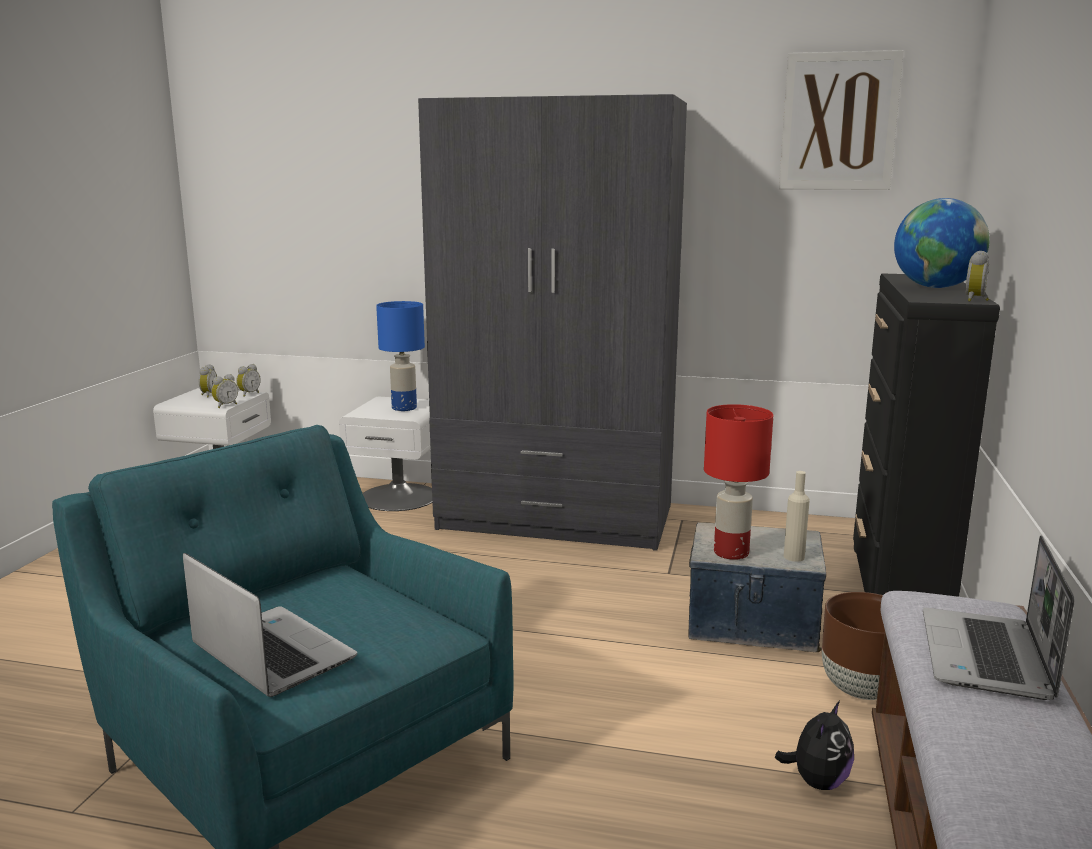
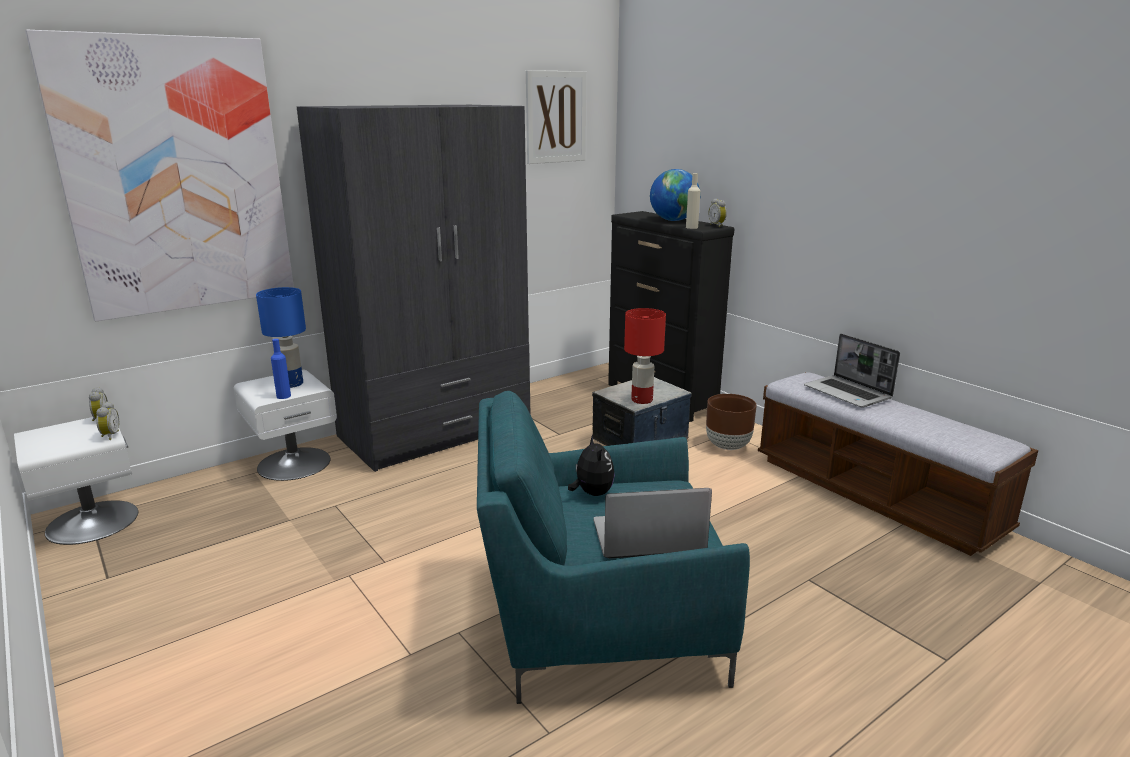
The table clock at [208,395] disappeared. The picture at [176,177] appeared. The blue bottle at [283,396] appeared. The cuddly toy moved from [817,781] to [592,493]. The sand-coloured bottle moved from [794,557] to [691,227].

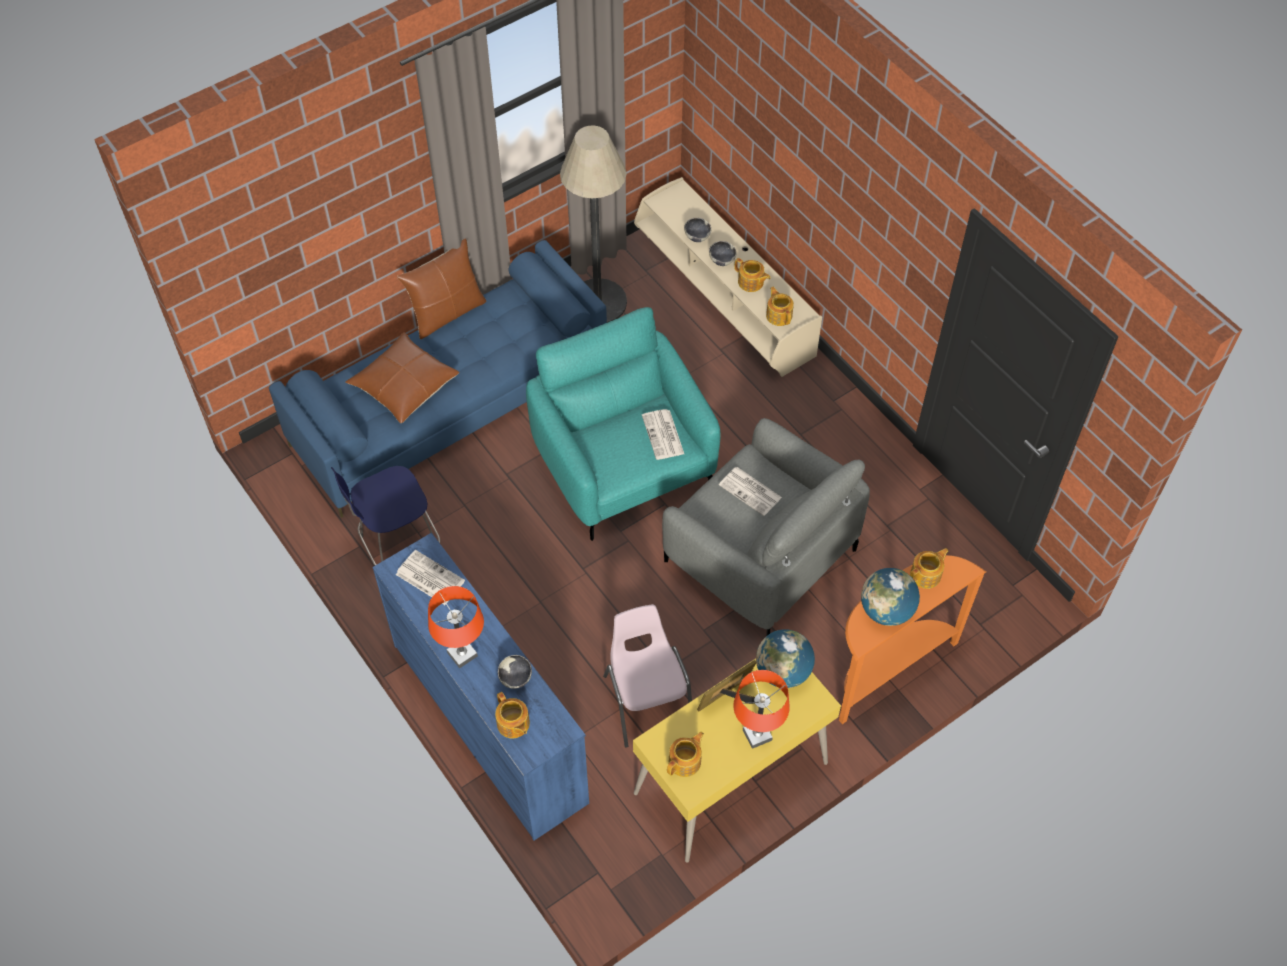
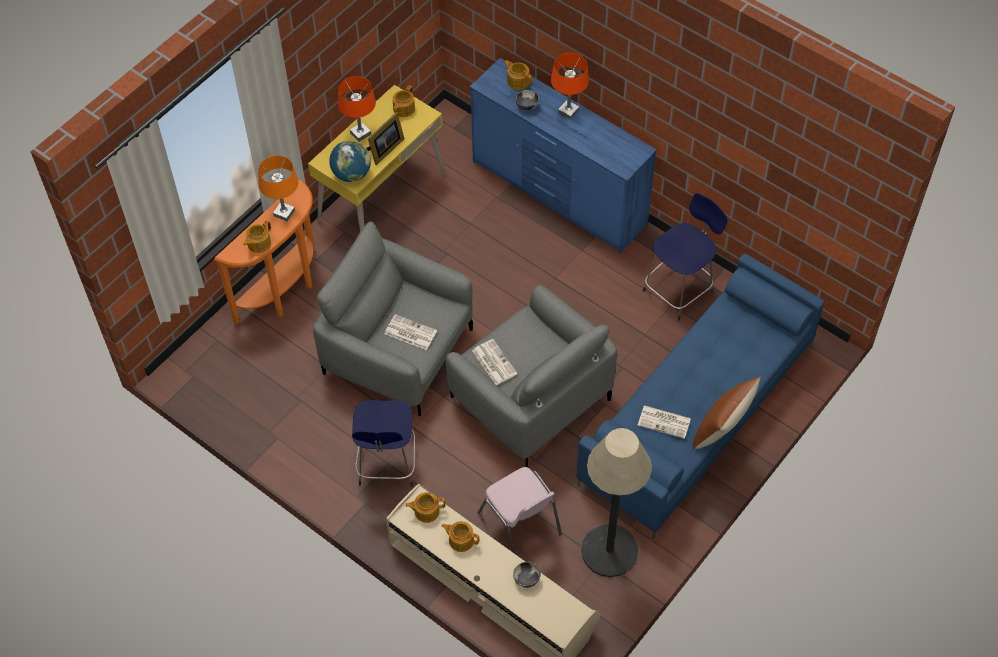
The brownish throw pillow at [404,385] disappeared. The bowl at [722,260] disappeared. The blue stool at [387,464] appeared. The newspaper moved from [429,578] to [665,422]. The pinkish upright chair moved from [647,700] to [520,524]. The world globe at [886,610] was replaced by the orangey lamp for a table at [284,213]. The turquoise easy chair at [624,466] became the greyish easy chair at [529,398]. The teapot at [779,315] turned 120 degrees clockwise.

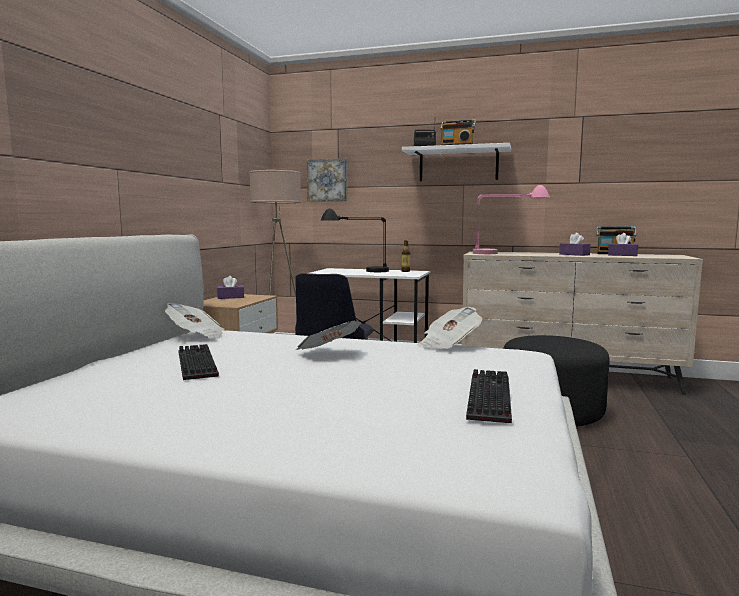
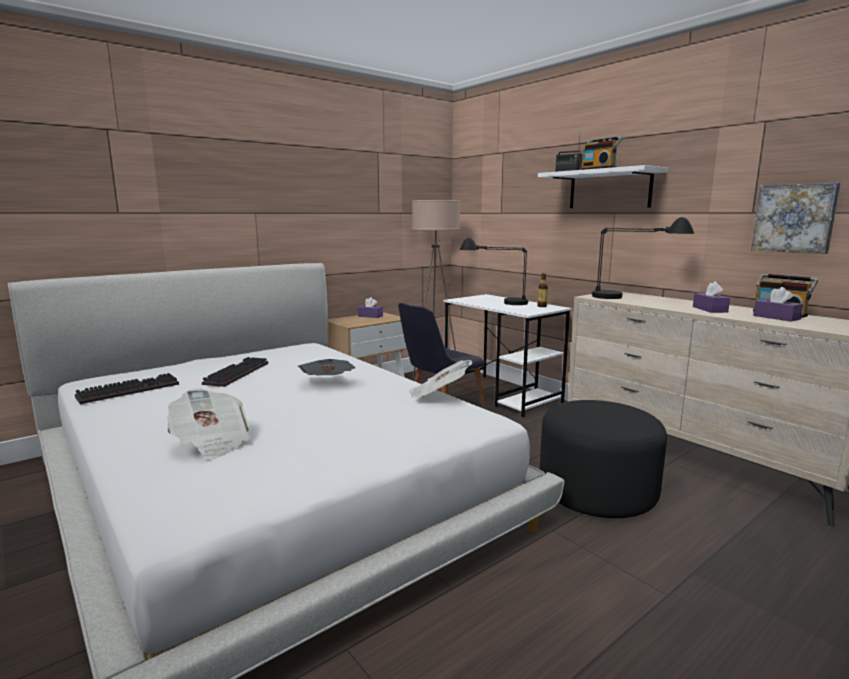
The newspaper moved from [196,336] to [211,442]. The picture moved from [327,180] to [794,218]. The computer keyboard moved from [486,397] to [130,390]. The pinkish lamp for a table at [507,253] became the black-coloured lamp for a table at [633,299].

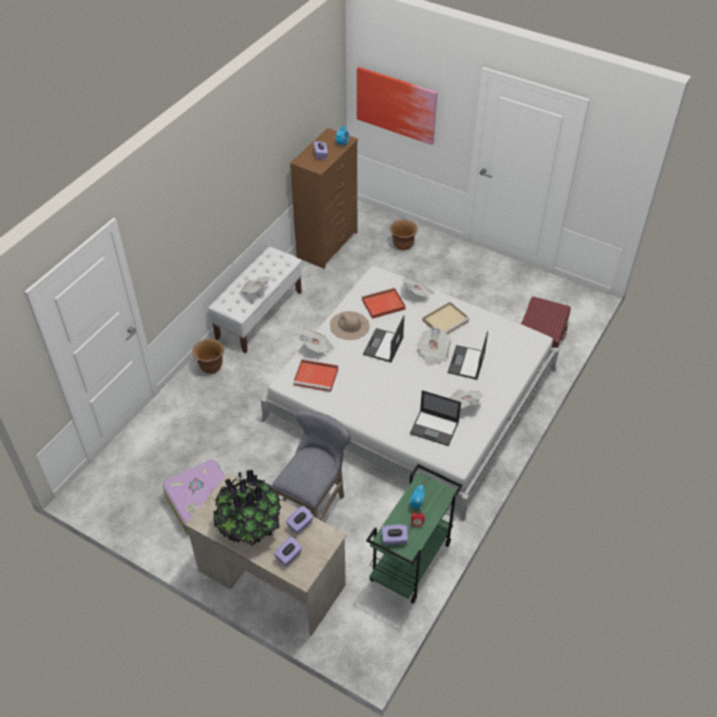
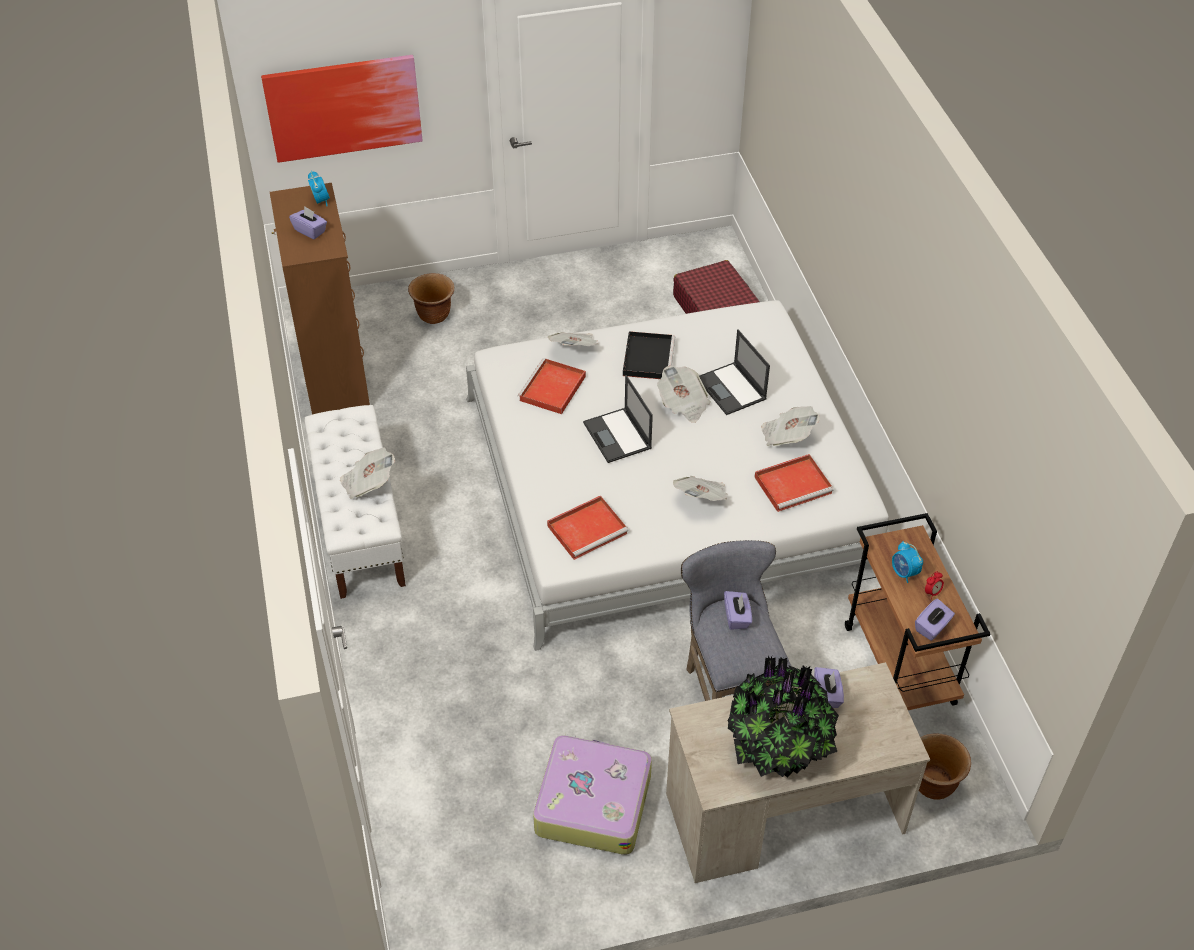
The sand-coloured clothing hat at [349,325] disappeared. The brownish flower pot moved from [211,367] to [932,784]. The purple-coloured box of tissues moved from [289,556] to [737,617]. The newspaper moved from [317,348] to [702,498]. The portable computer at [435,428] was replaced by the red-coloured carrying tray at [794,484]. The green-coloured wheeled cart at [411,563] became the brownish wheeled cart at [900,665]. The sand-coloured carrying tray at [446,320] became the black-coloured carrying tray at [648,357].

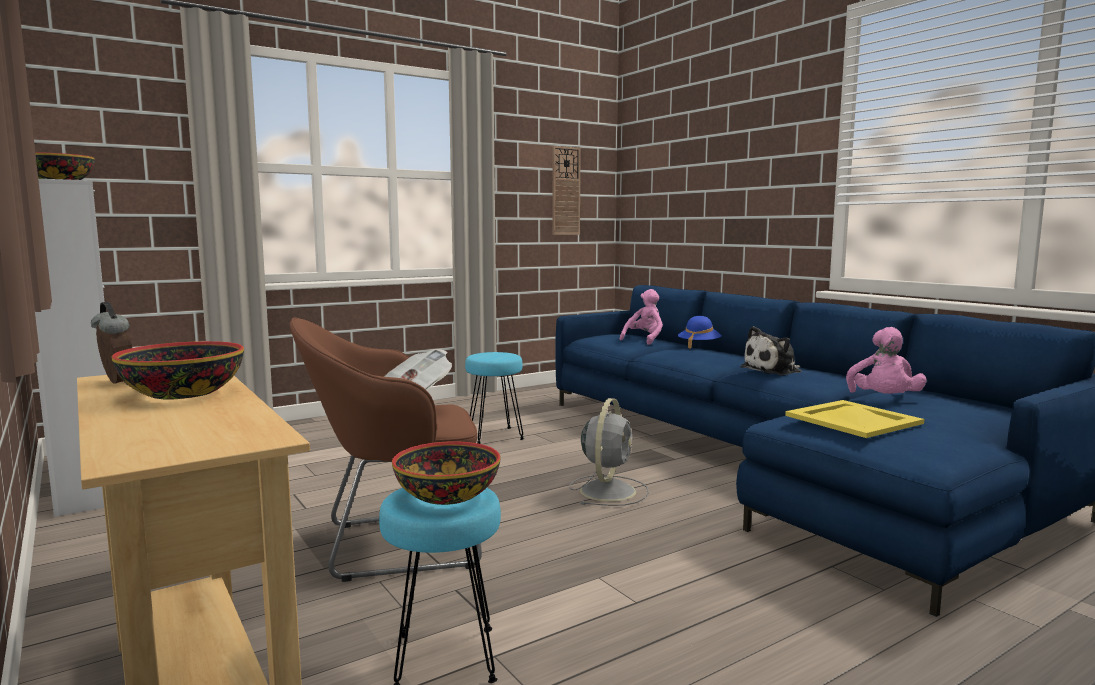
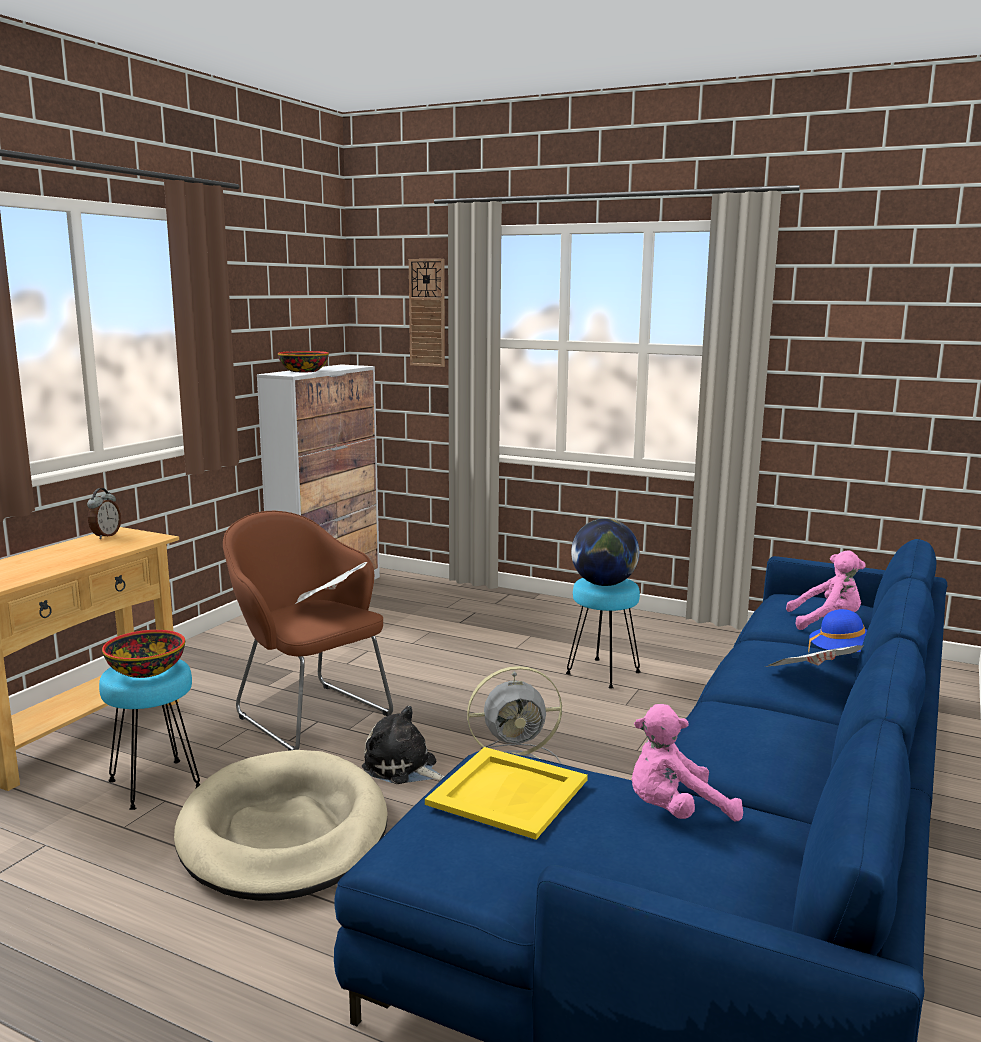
The bowl at [185,393] disappeared. The sand-coloured pet bed at [283,832] appeared. The world globe at [603,584] appeared. The newspaper at [812,680] appeared. The hanging clock moved from [565,191] to [427,313]. The cuddly toy moved from [774,370] to [403,768].

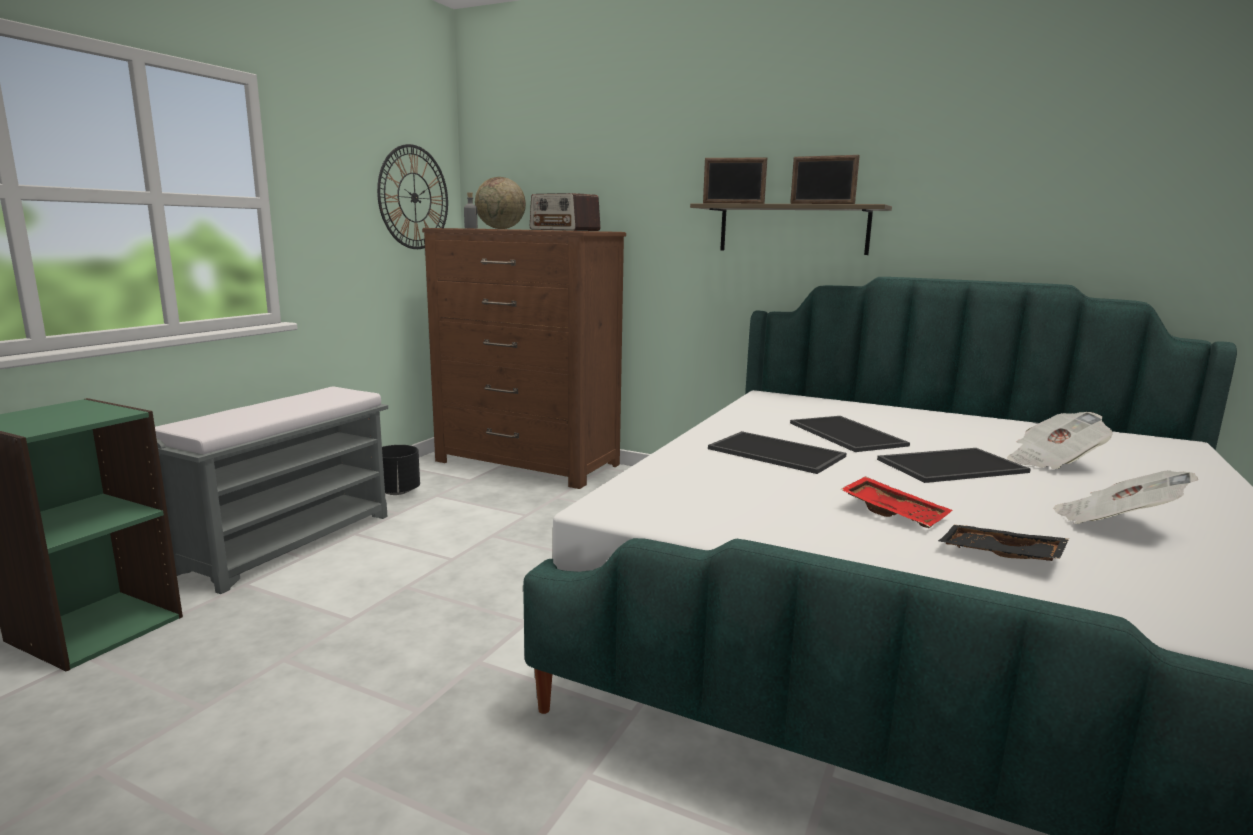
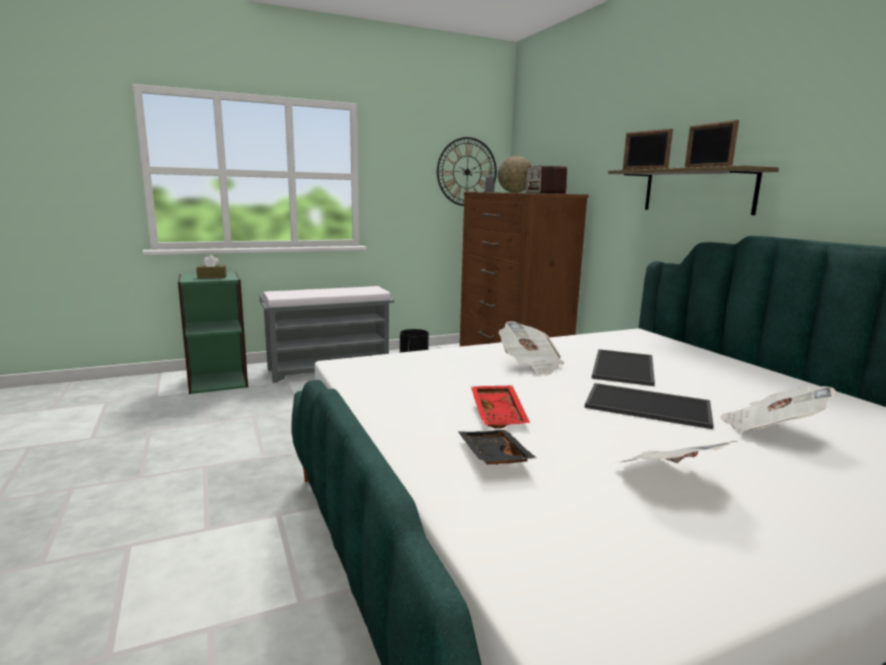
The brownish box of tissues at [212,277] appeared. The carrying tray at [778,452] was replaced by the newspaper at [530,365].

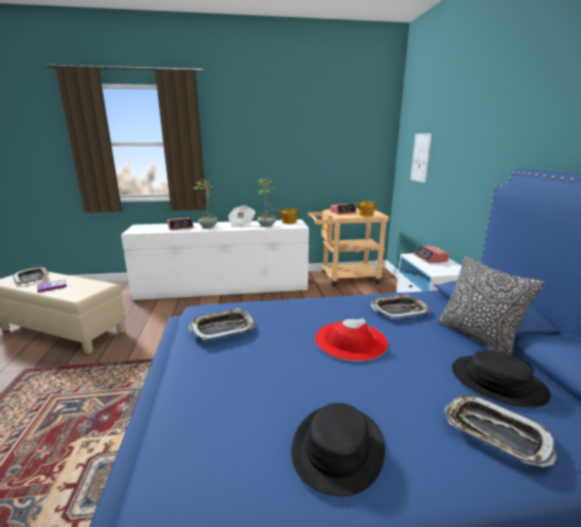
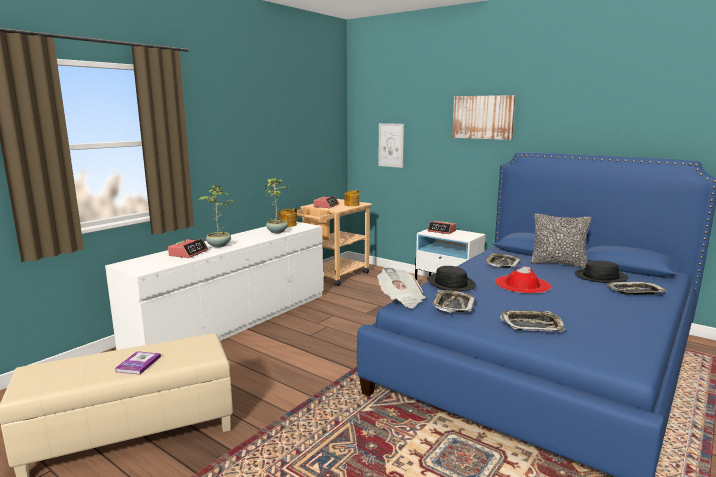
The picture at [483,117] appeared. The carrying tray moved from [32,278] to [532,325]. The newspaper moved from [241,224] to [401,299]. The black-coloured clothing hat moved from [337,447] to [450,283].

